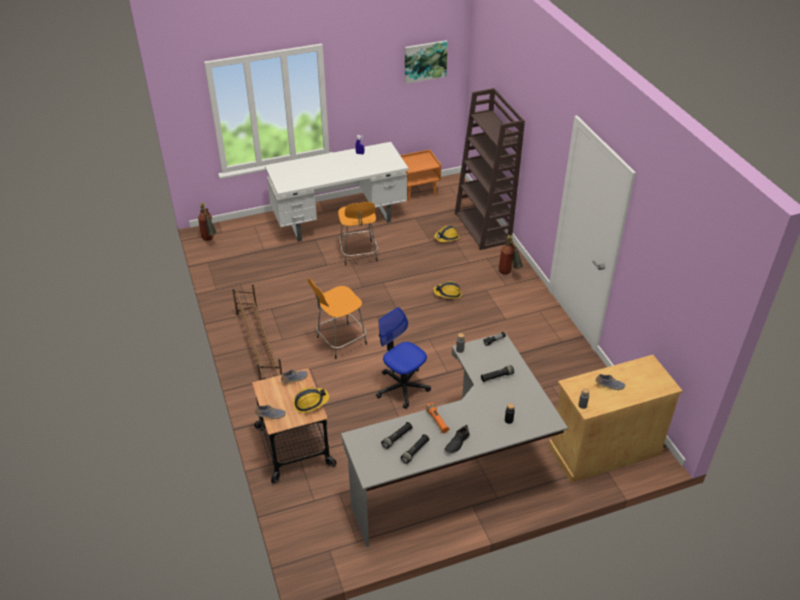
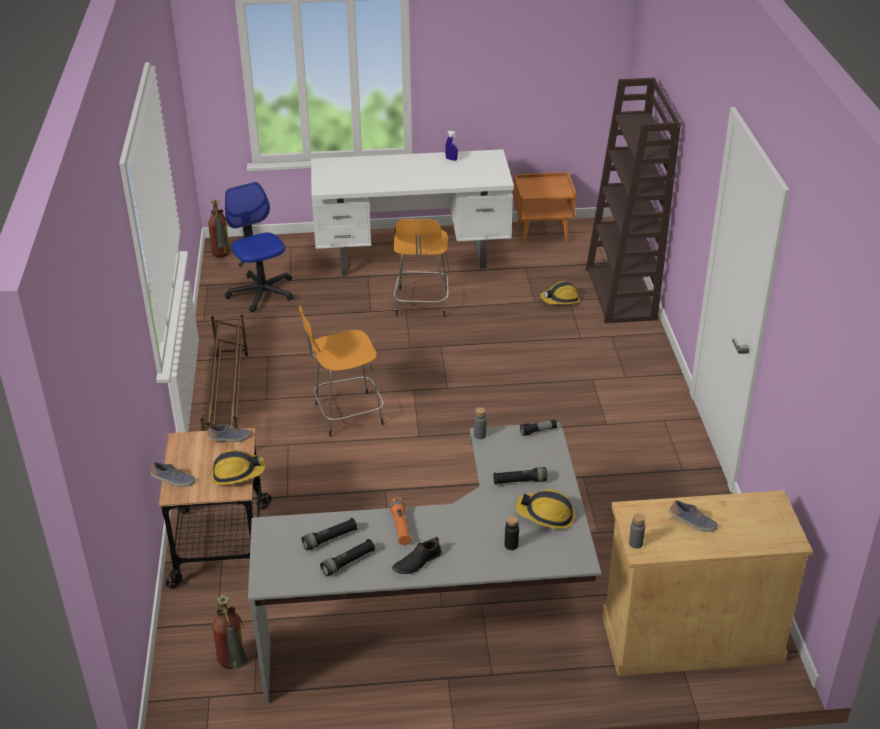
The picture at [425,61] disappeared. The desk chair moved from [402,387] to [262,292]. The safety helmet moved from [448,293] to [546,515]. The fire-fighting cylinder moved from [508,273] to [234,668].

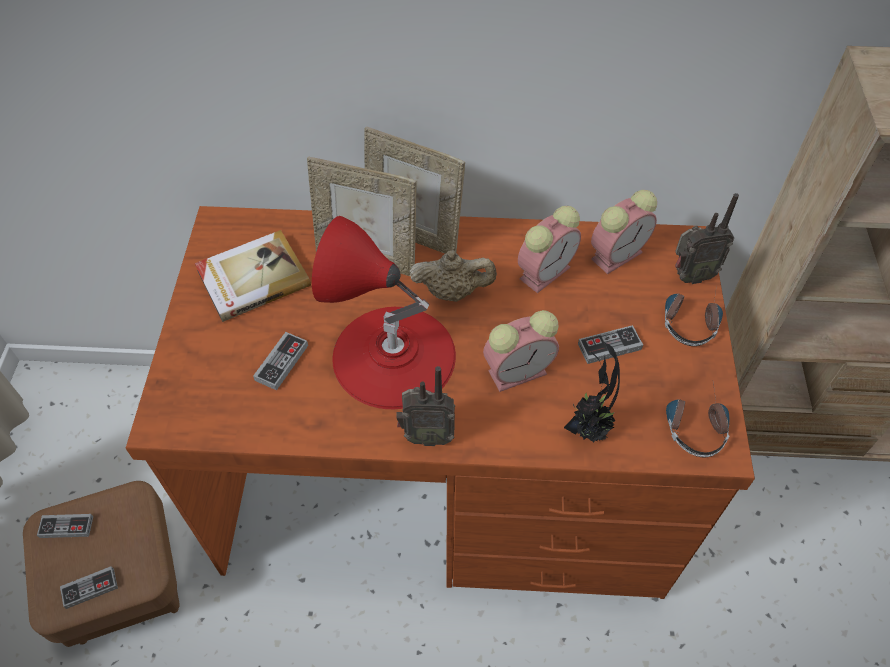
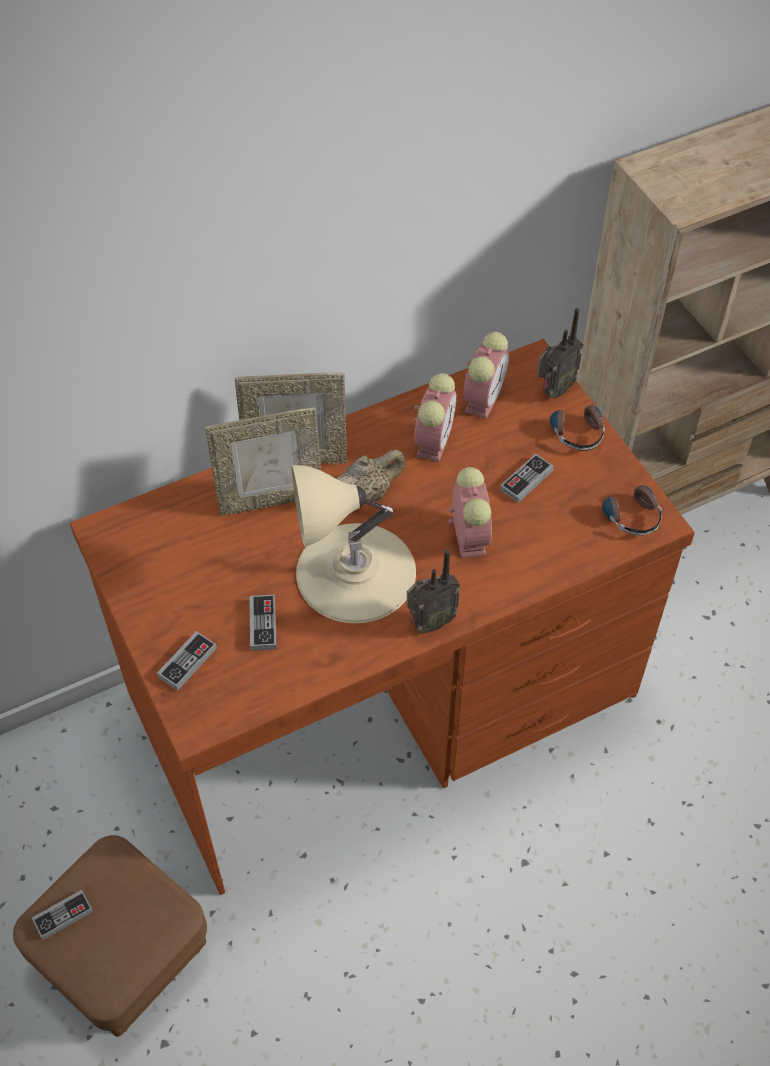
The bound book at [252,278] disappeared. The plant in a pot at [589,427] disappeared. The gamepad moved from [90,588] to [187,662]. The red-coloured lamp for a table at [393,356] became the sand-coloured lamp for a table at [355,572]. The table clock at [519,371] turned 45 degrees counterclockwise.

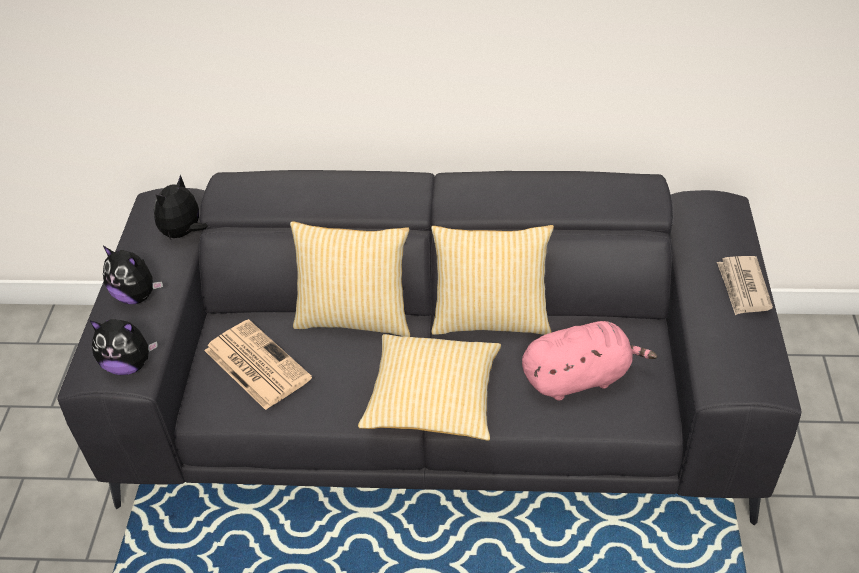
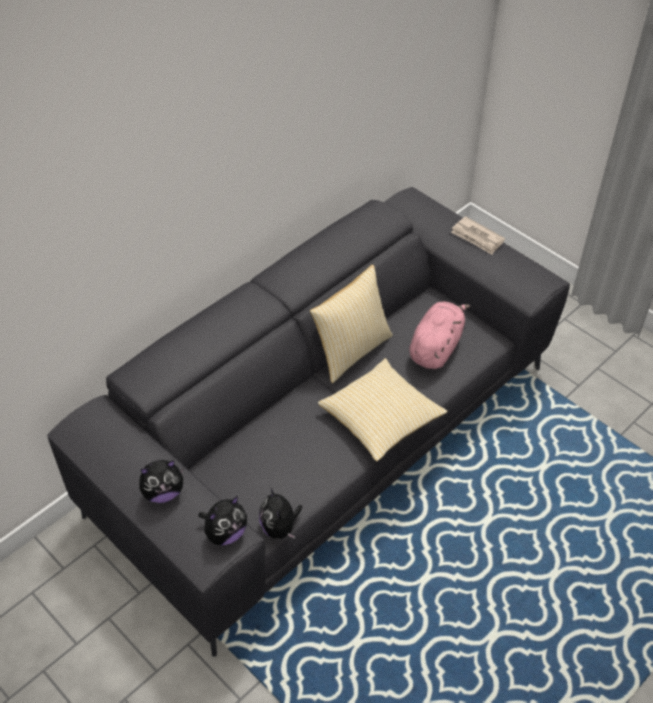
The newspaper at [255,364] disappeared. The throw pillow at [355,318] disappeared. The cuddly toy moved from [184,233] to [280,528].

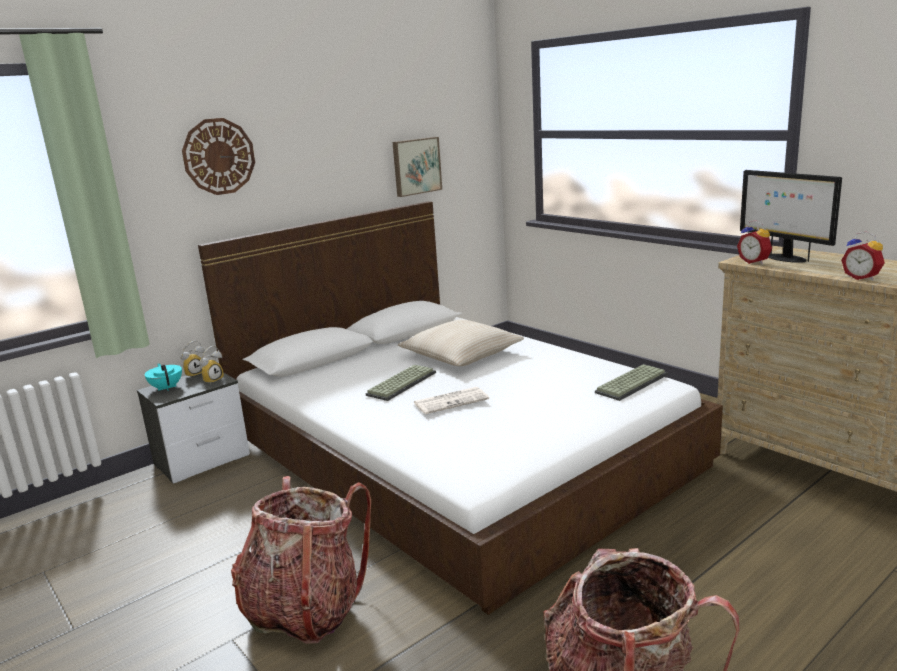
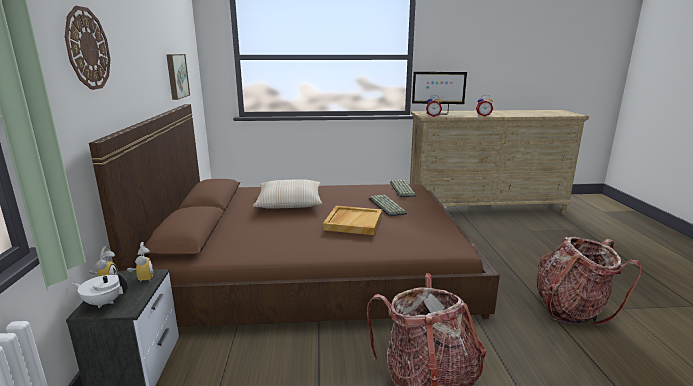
The computer keyboard moved from [401,383] to [385,206]. The newspaper at [451,401] was replaced by the sand-coloured carrying tray at [353,222]. The turquoise teapot at [167,388] became the white-coloured teapot at [104,302]. The white-coloured bedroom bed at [454,449] became the brownish bedroom bed at [314,264].

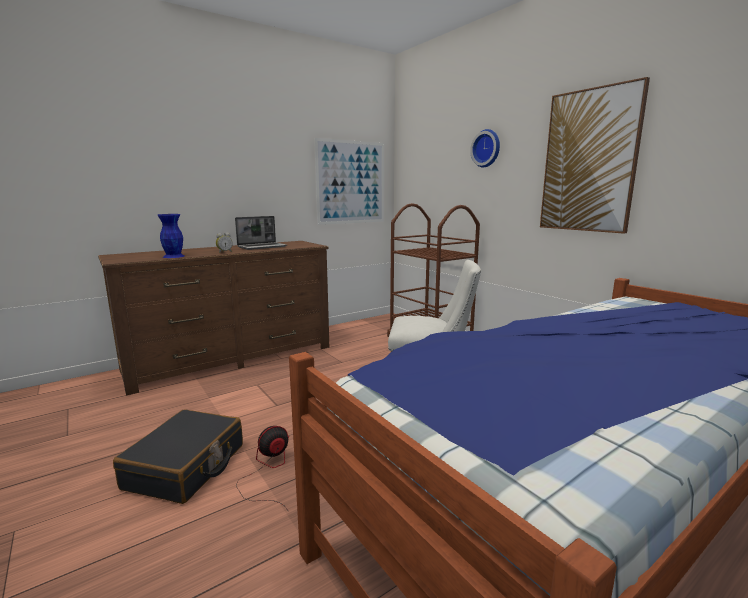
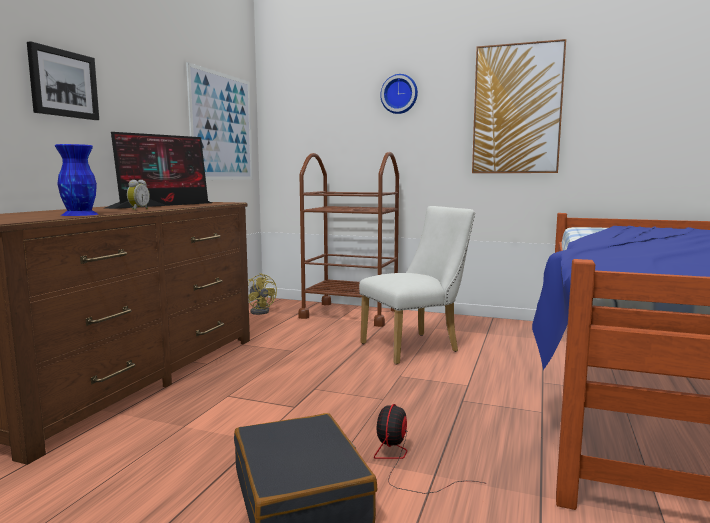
The picture at [63,84] appeared. The yellowish electric fan at [261,311] appeared. The portable computer at [262,247] was replaced by the monitor at [165,205].

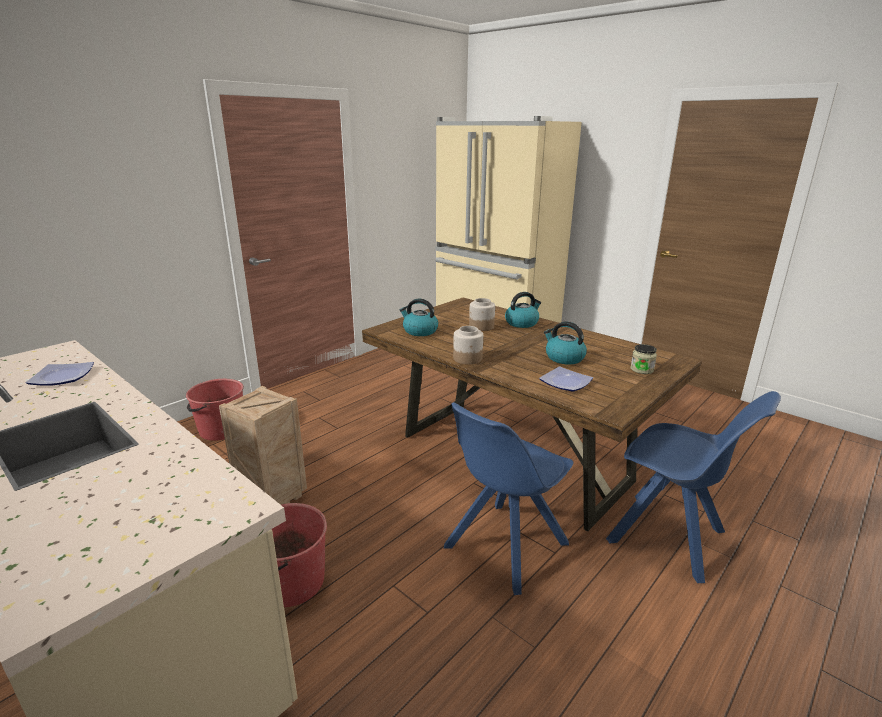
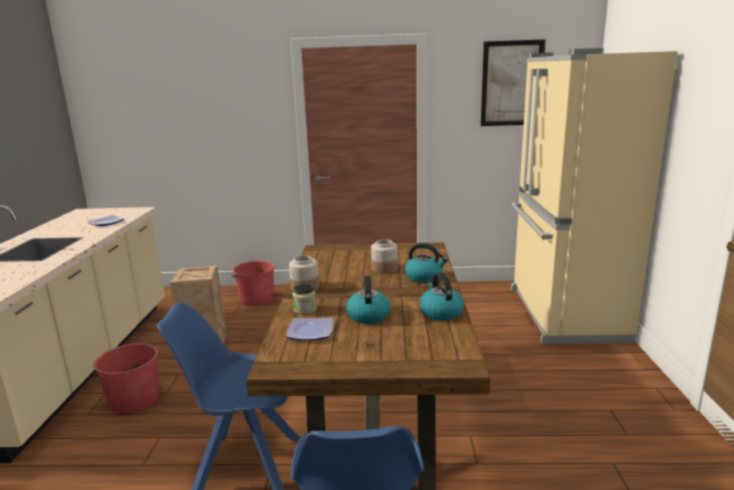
The picture at [511,83] appeared. The water kettle moved from [419,331] to [440,312]. The jar moved from [642,369] to [305,309].

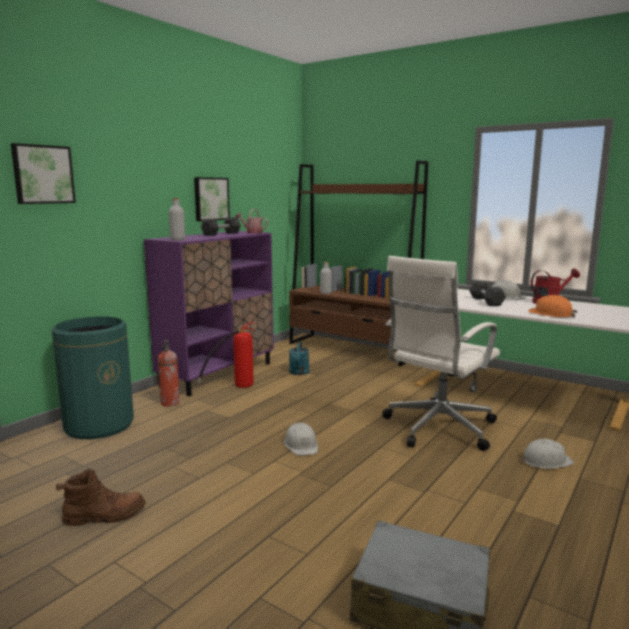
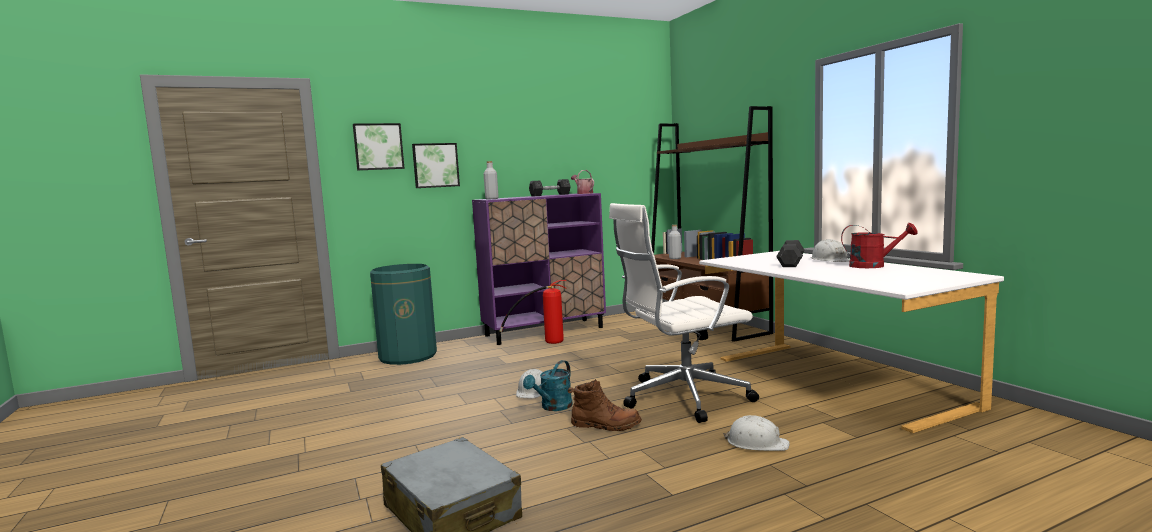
The fire-fighting cylinder at [170,403] disappeared. The orangey safety helmet at [551,314] disappeared. The brownish boot moved from [104,516] to [605,425]. The picture moved from [210,199] to [435,165]. The turquoise sprinkling can moved from [299,373] to [553,407].

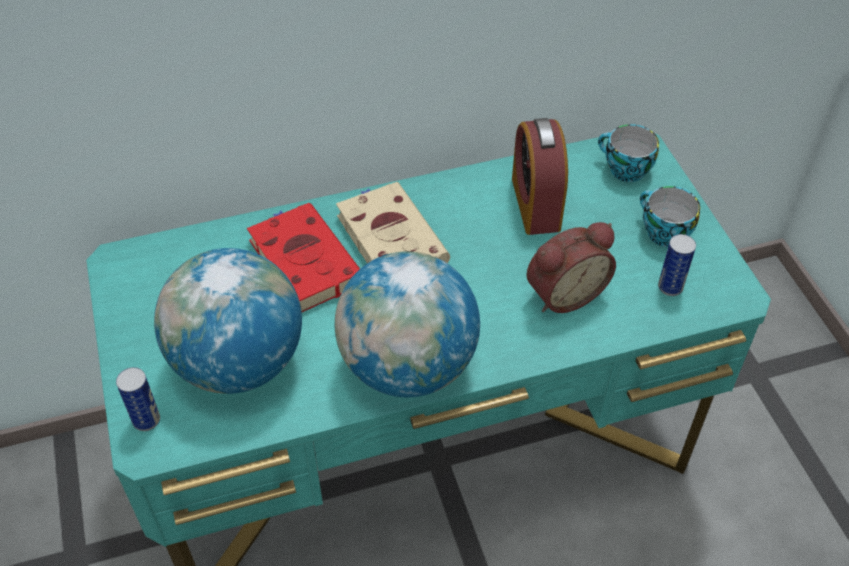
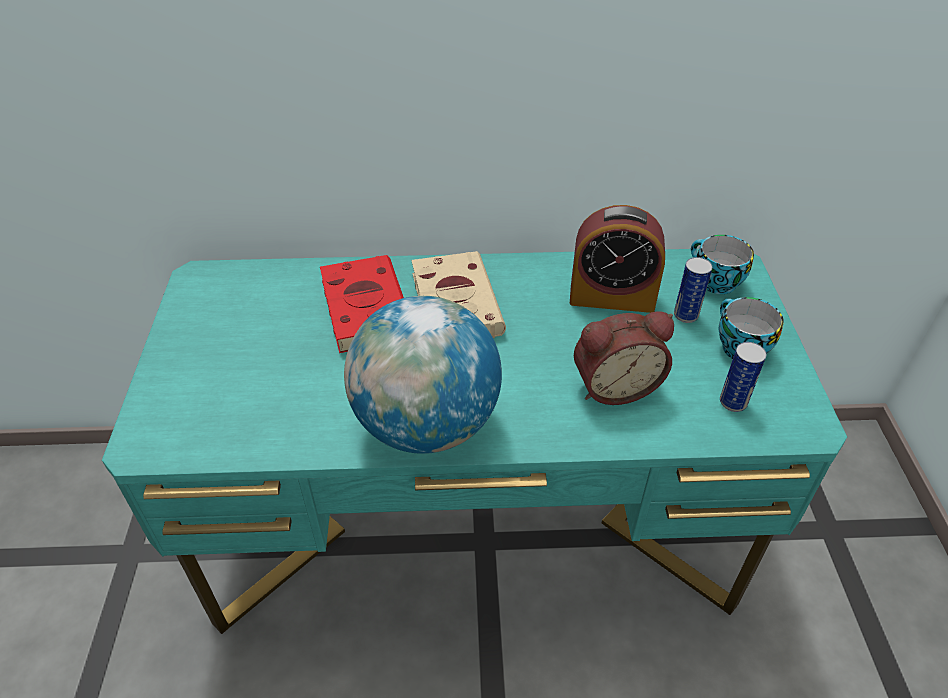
The world globe at [238,363] disappeared. The can moved from [146,420] to [686,315]. The table clock at [535,204] turned 90 degrees counterclockwise.

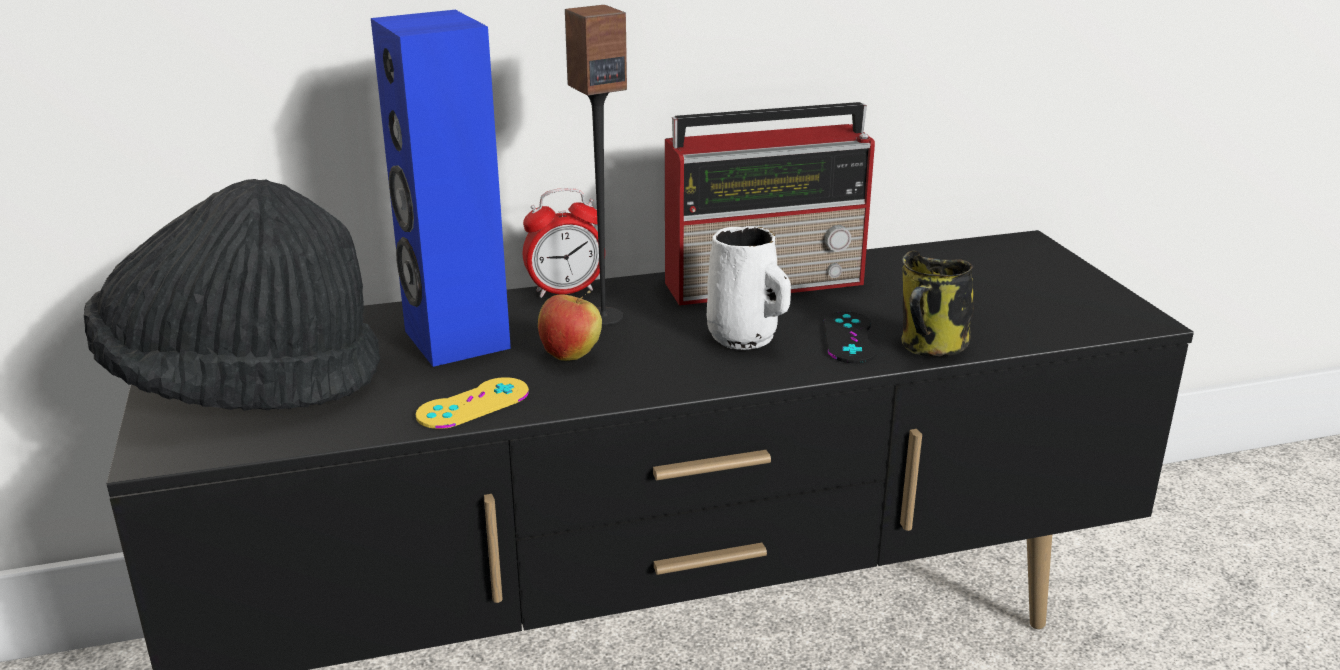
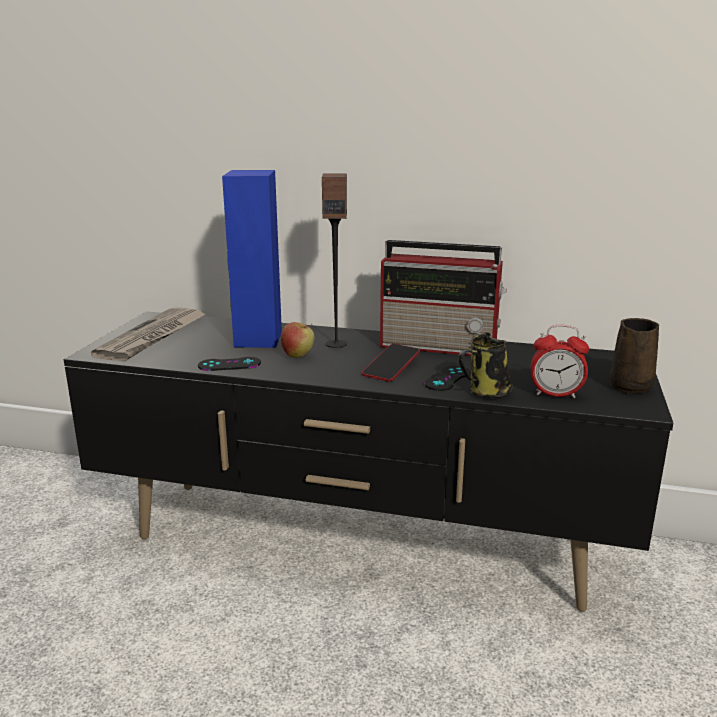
The brownish mug at [632,386] appeared. The table clock moved from [565,291] to [555,394]. The black-coloured clothing hat at [244,384] was replaced by the newspaper at [153,337]. The white-coloured mug at [745,339] was replaced by the handset at [391,367]. The yellowish gamepad at [473,404] became the black-coloured gamepad at [229,364].

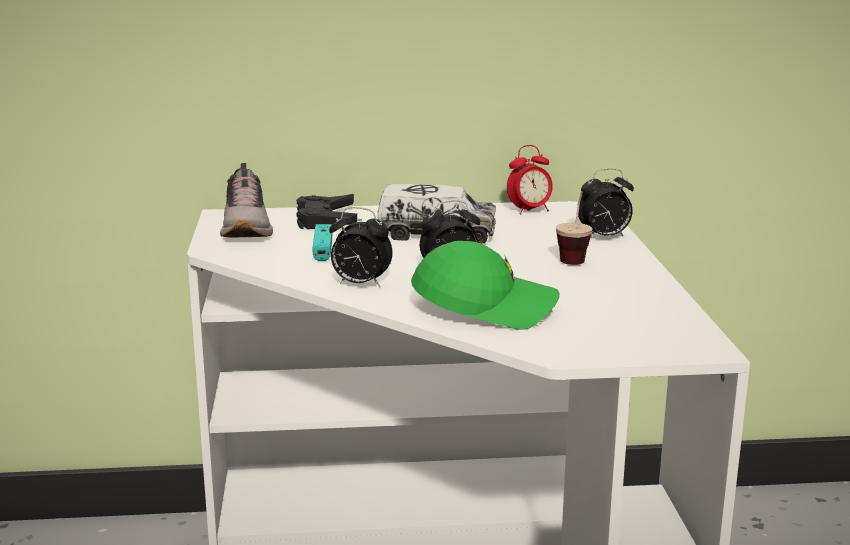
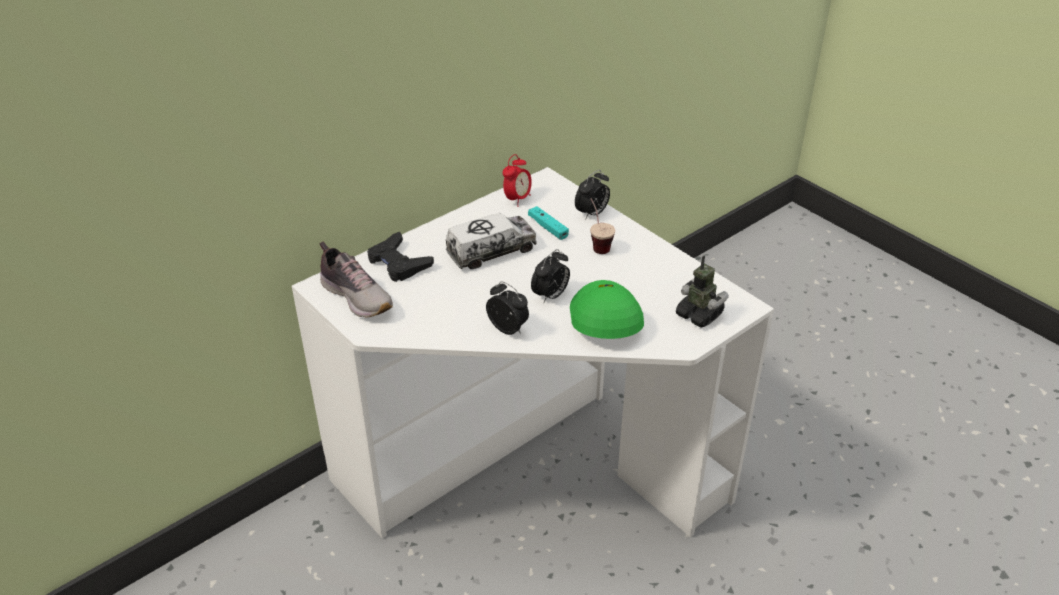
The model robot at [699,315] appeared. The turquoise gamepad moved from [323,249] to [548,227]. The table clock at [360,284] turned 120 degrees counterclockwise. The green-coloured peaked cap at [485,307] turned 60 degrees counterclockwise.

